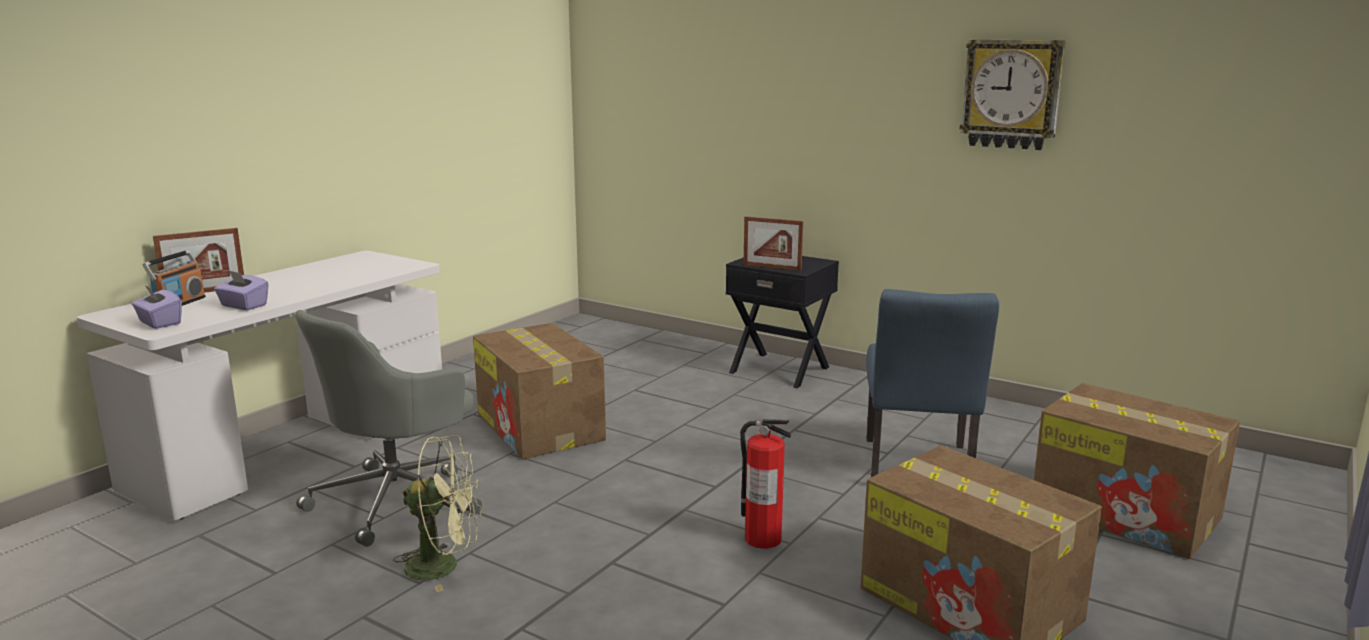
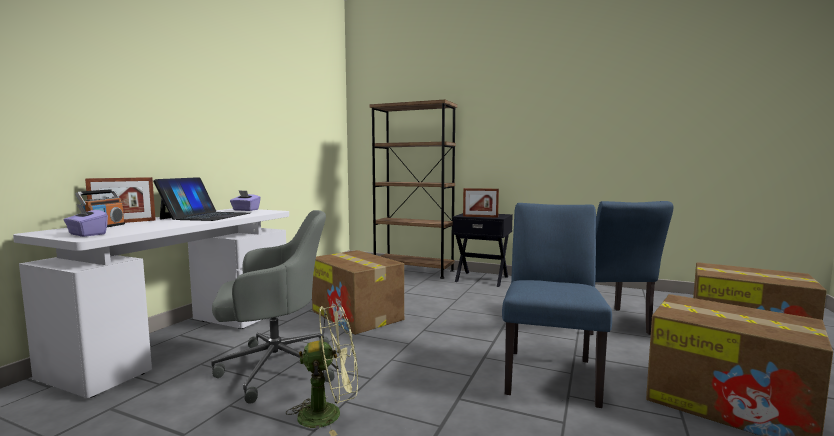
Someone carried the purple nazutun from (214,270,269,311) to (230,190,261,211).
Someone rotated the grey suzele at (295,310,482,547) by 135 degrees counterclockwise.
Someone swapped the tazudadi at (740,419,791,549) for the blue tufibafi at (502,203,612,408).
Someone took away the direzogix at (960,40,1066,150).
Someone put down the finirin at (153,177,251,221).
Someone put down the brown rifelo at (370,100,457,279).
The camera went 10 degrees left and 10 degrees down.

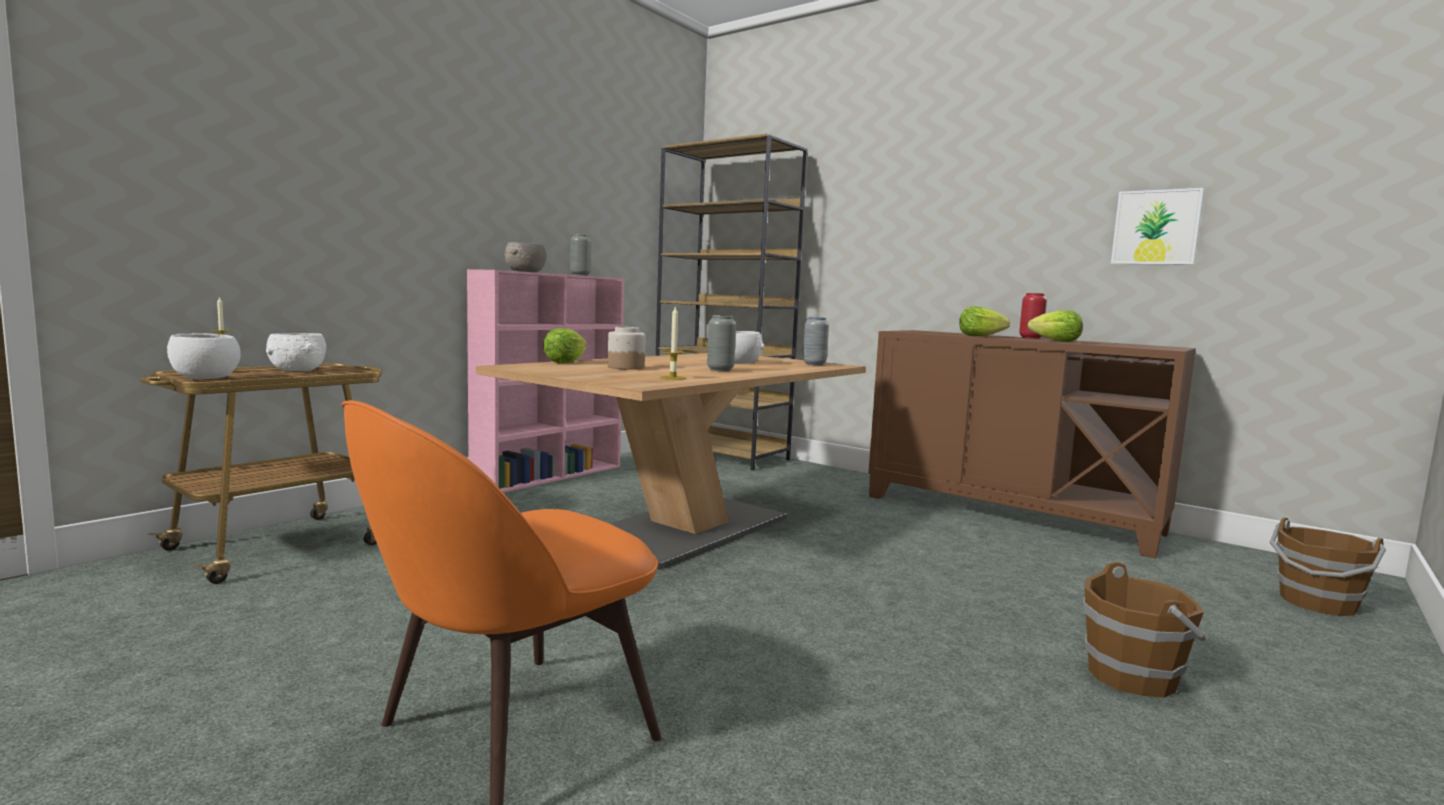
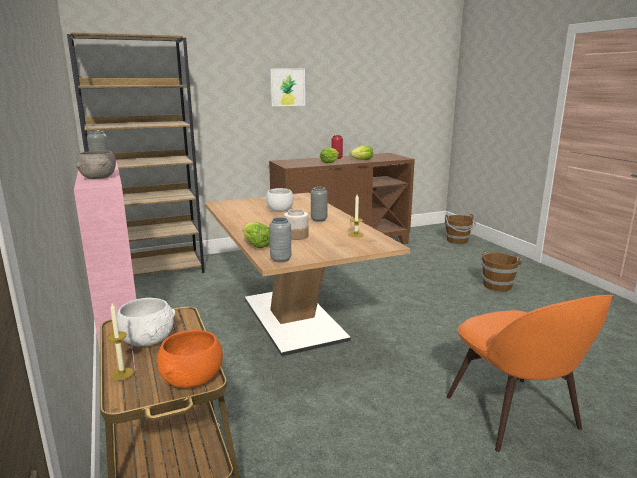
Someone repainted the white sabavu at (167,333,241,379), which became the orange sabavu at (157,330,223,388).
Someone carried the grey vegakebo from (803,317,829,365) to (269,217,291,263).
Someone carried the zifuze from (1111,188,1204,264) to (270,68,305,106).
The camera went 60 degrees left and 10 degrees up.

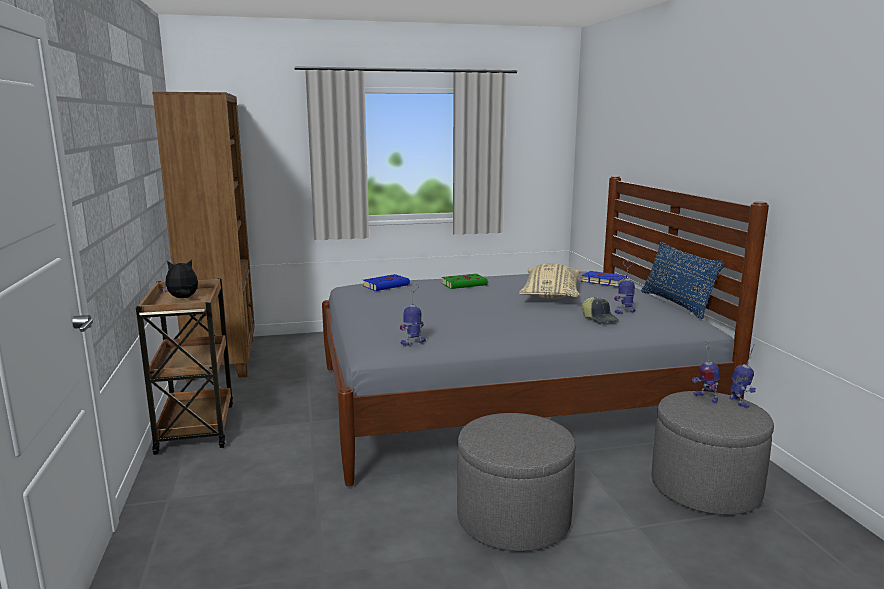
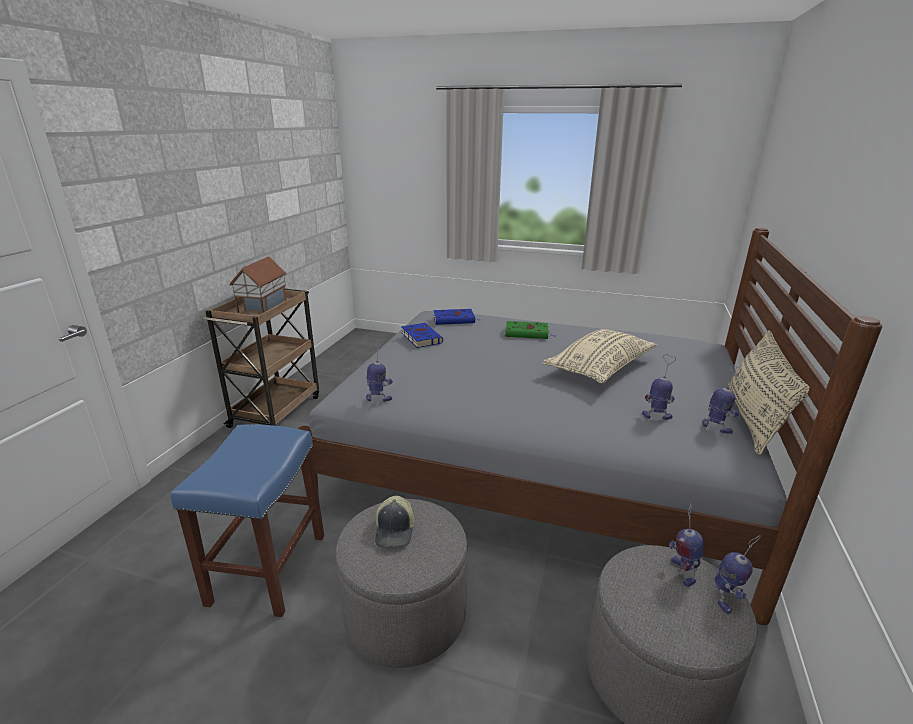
Someone took away the brown rifelo at (152,92,255,382).
Someone swapped the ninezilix at (162,259,198,298) for the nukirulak at (229,256,287,313).
Someone carried the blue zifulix from (580,271,627,287) to (401,323,443,348).
Someone carried the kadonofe from (582,297,619,324) to (375,496,414,547).
Someone repainted the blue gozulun at (641,242,723,319), which became the beige gozulun at (728,330,809,455).
Someone put down the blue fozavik at (171,424,324,617).
Someone put down the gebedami at (702,365,741,434).
The camera went 30 degrees right and 10 degrees up.

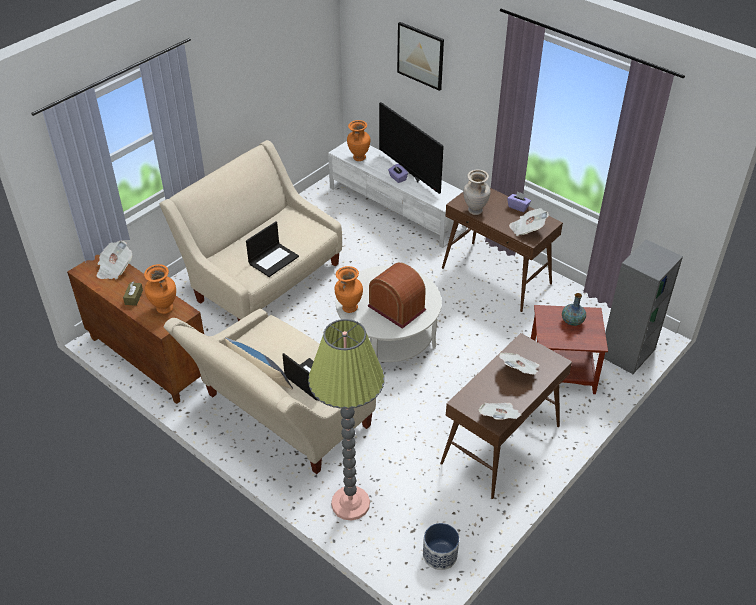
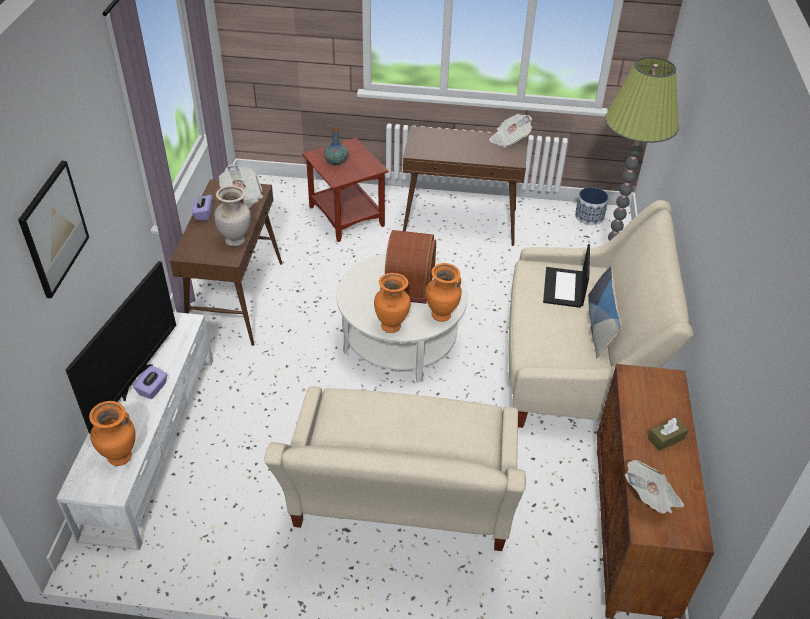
Someone carried the orange vegakebo from (144,264,176,314) to (374,273,411,333).
Someone took away the finirin at (246,222,299,277).
Someone took away the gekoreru at (499,353,540,375).
Someone took away the grey rifelo at (604,239,683,374).
The camera went 125 degrees left and 0 degrees up.

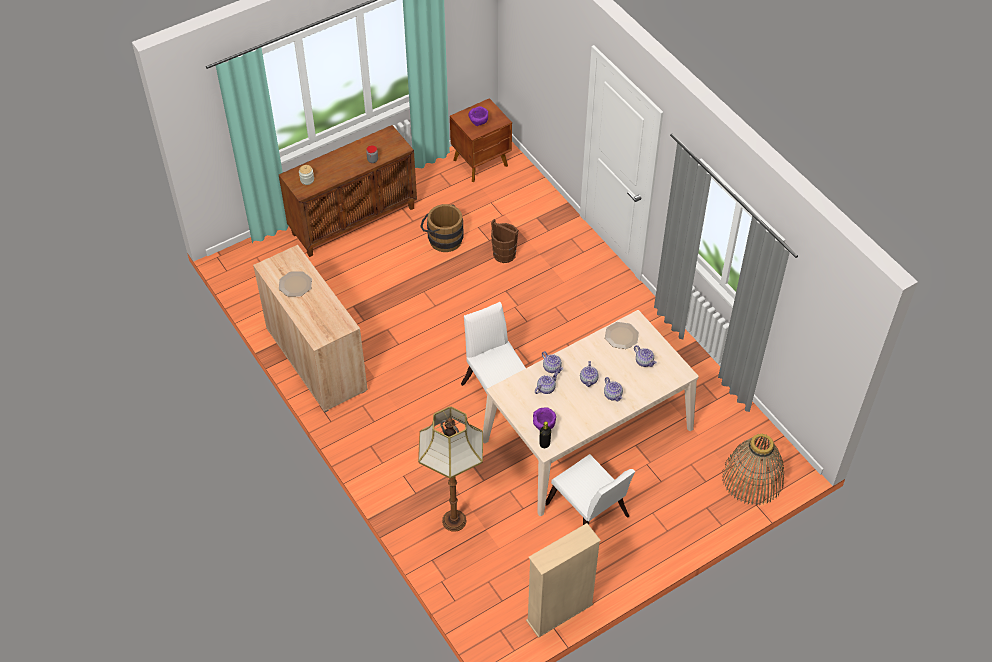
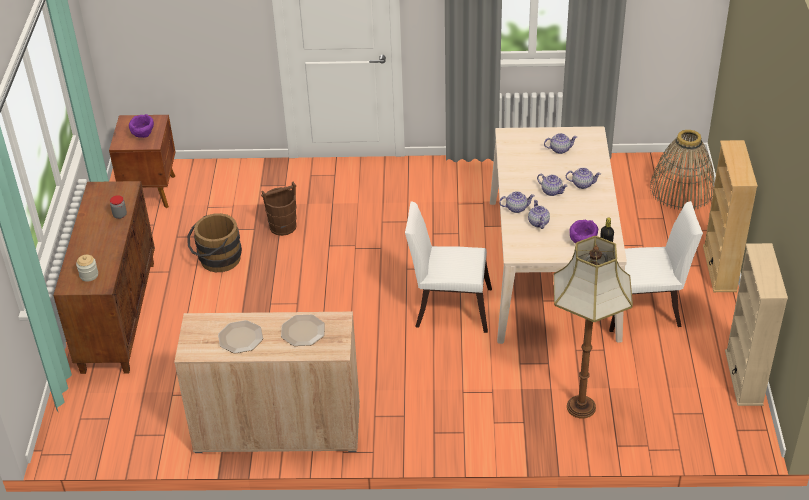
Someone carried the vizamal from (605,322,639,349) to (281,315,325,346).
Someone put down the beige rifelo at (703,140,758,292).
The camera went 55 degrees left and 10 degrees down.

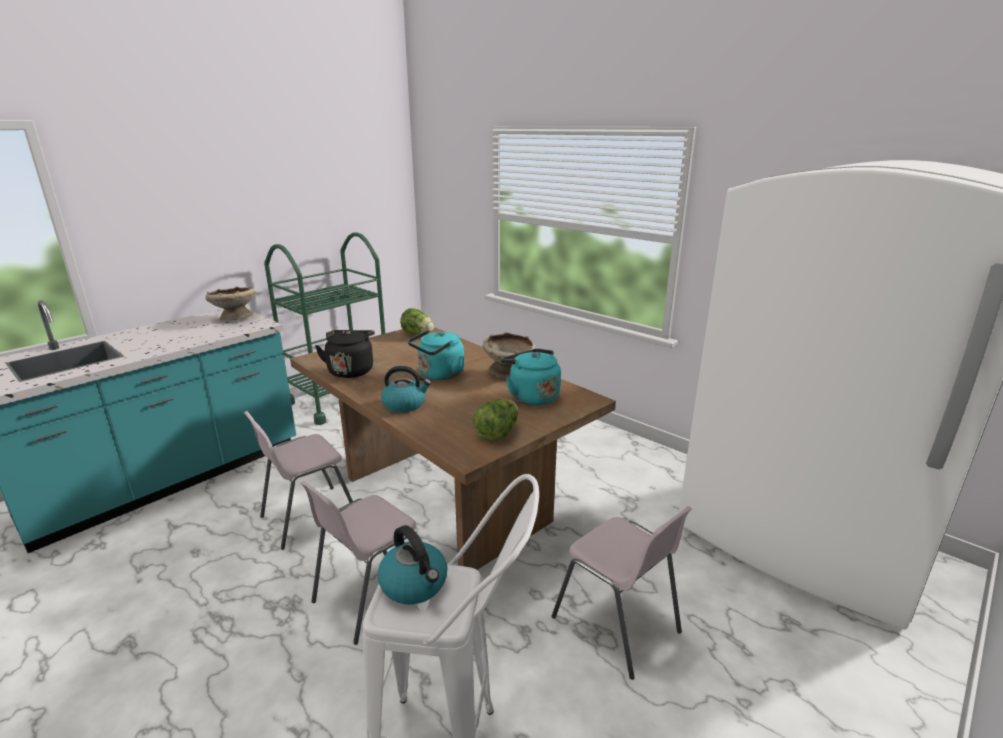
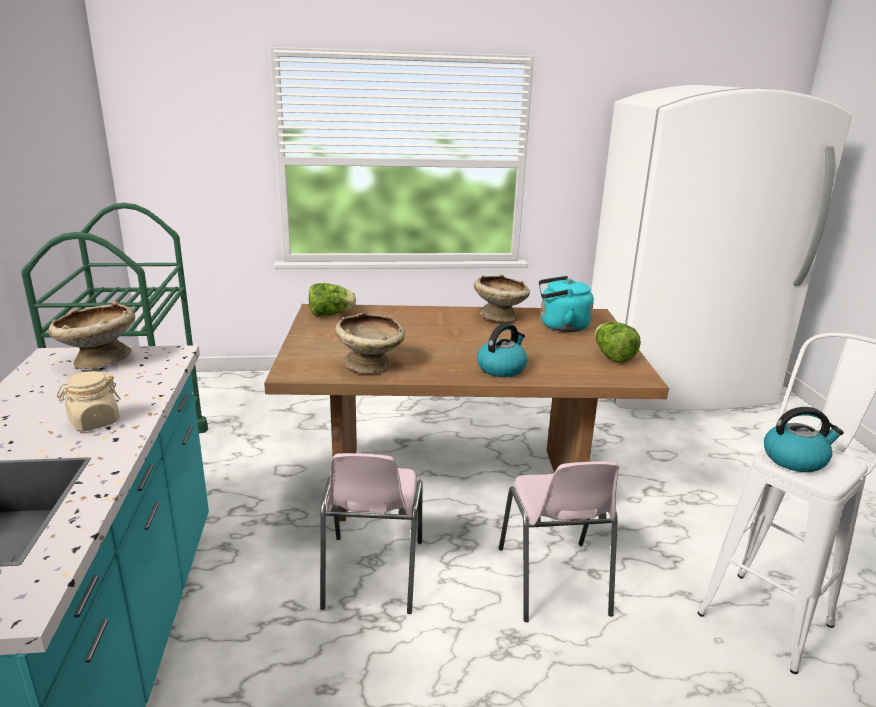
Someone swapped the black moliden at (315,330,375,378) for the beige sabavu at (335,313,405,374).
Someone took away the turquoise moliden at (408,330,464,380).
Someone took away the pink tufibafi at (552,506,692,680).
Someone put down the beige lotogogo at (57,371,121,431).
The camera went 50 degrees left and 0 degrees up.

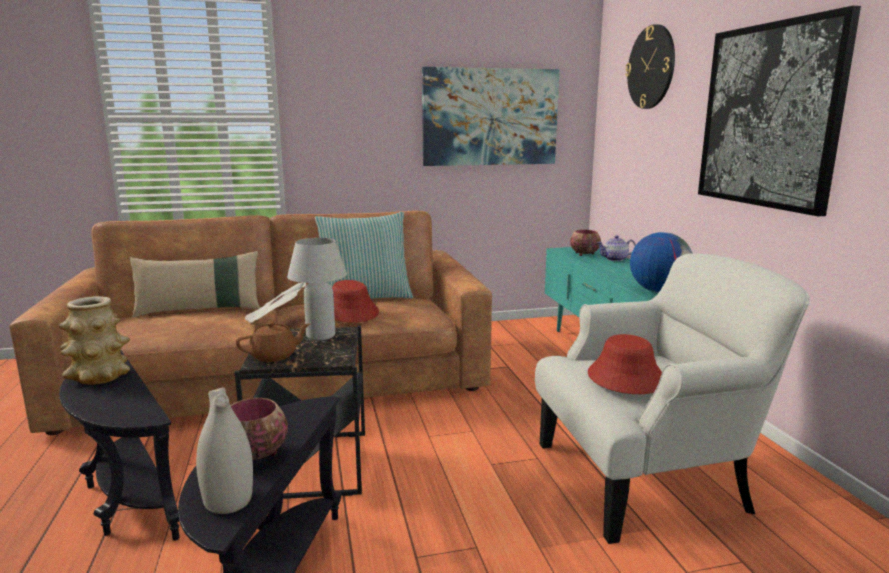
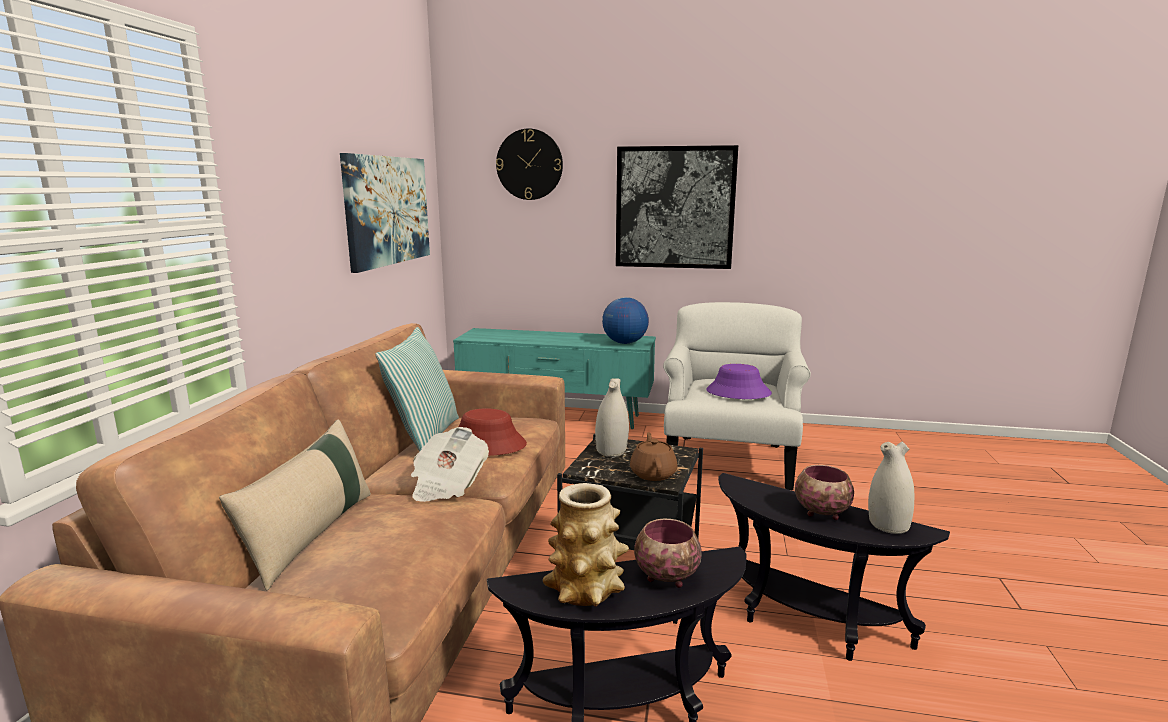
Someone swapped the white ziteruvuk at (287,238,347,341) for the white vegakebo at (595,378,629,457).
Someone carried the sabavu from (570,230,601,256) to (634,519,702,588).
Someone repainted the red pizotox at (588,334,662,394), which became the purple pizotox at (706,364,772,399).
Someone took away the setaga at (597,235,636,261).
The camera went 65 degrees left and 0 degrees up.

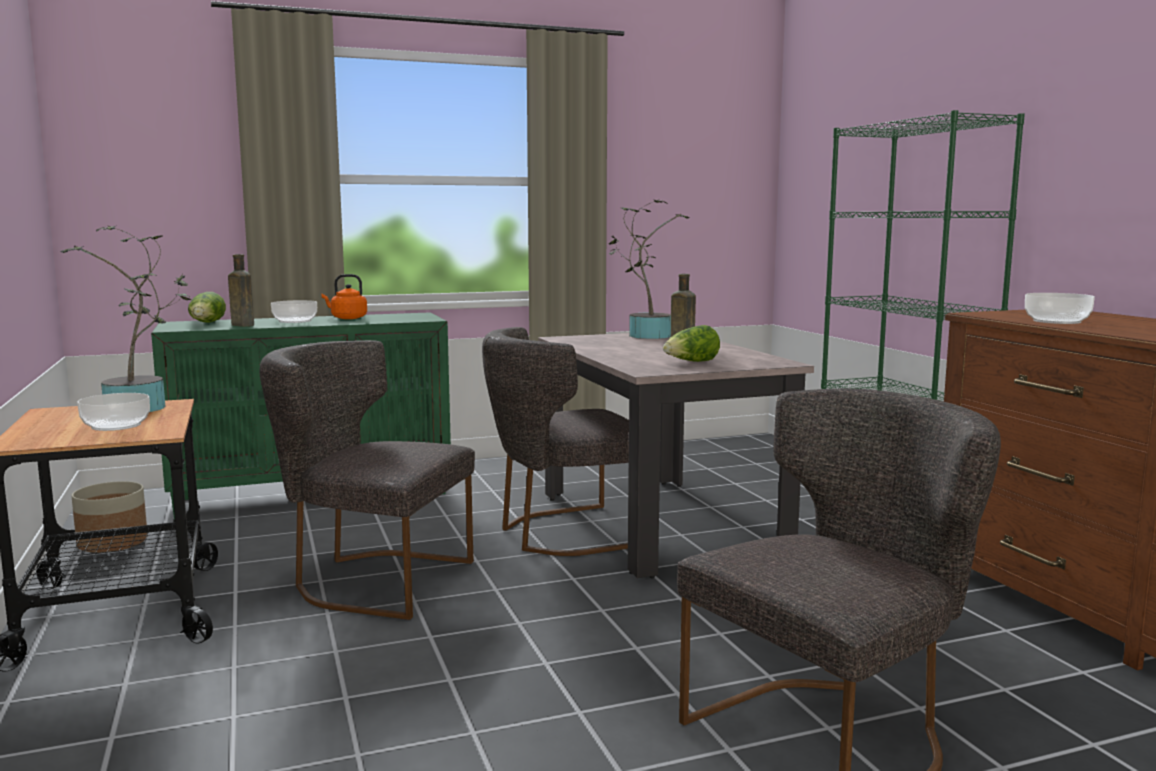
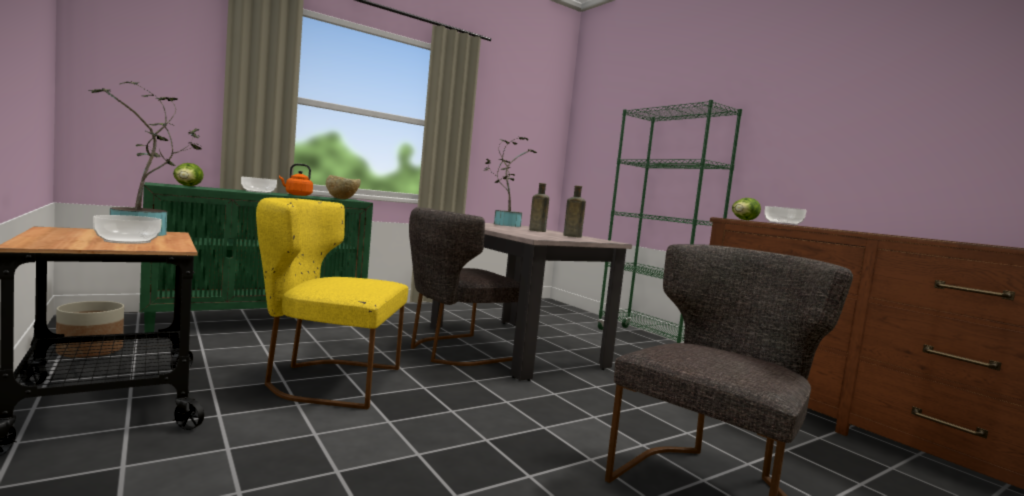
Someone carried the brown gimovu from (228,254,254,327) to (563,186,586,238).
Someone repainted the grey tufibafi at (259,340,475,620), which became the yellow tufibafi at (256,198,408,409).
Someone carried the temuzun from (663,325,720,362) to (732,198,761,220).
Someone put down the beige sabavu at (326,175,361,199).
The camera went 15 degrees left and 5 degrees down.

